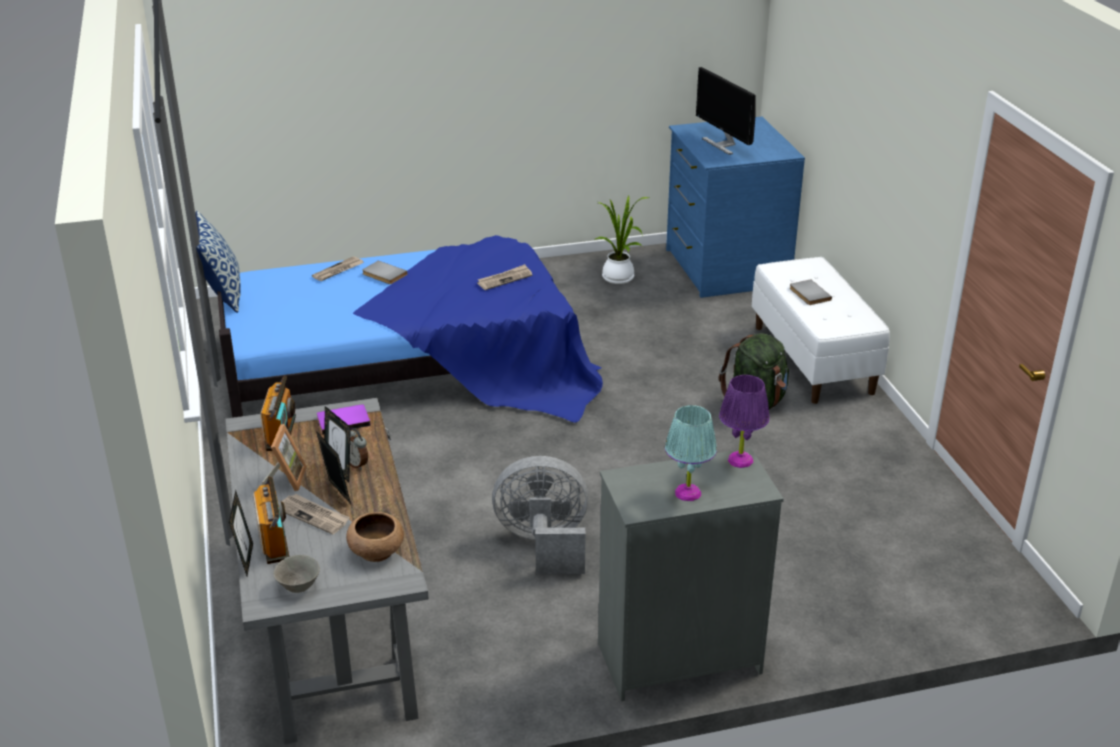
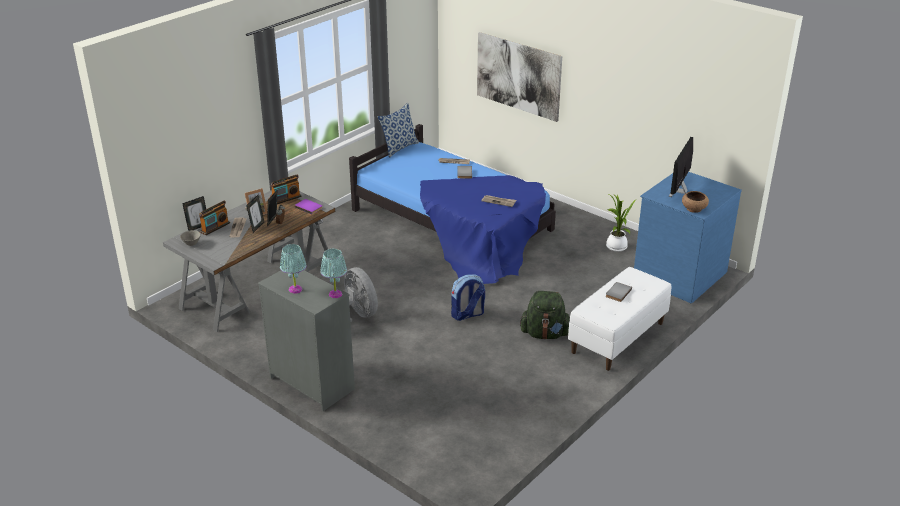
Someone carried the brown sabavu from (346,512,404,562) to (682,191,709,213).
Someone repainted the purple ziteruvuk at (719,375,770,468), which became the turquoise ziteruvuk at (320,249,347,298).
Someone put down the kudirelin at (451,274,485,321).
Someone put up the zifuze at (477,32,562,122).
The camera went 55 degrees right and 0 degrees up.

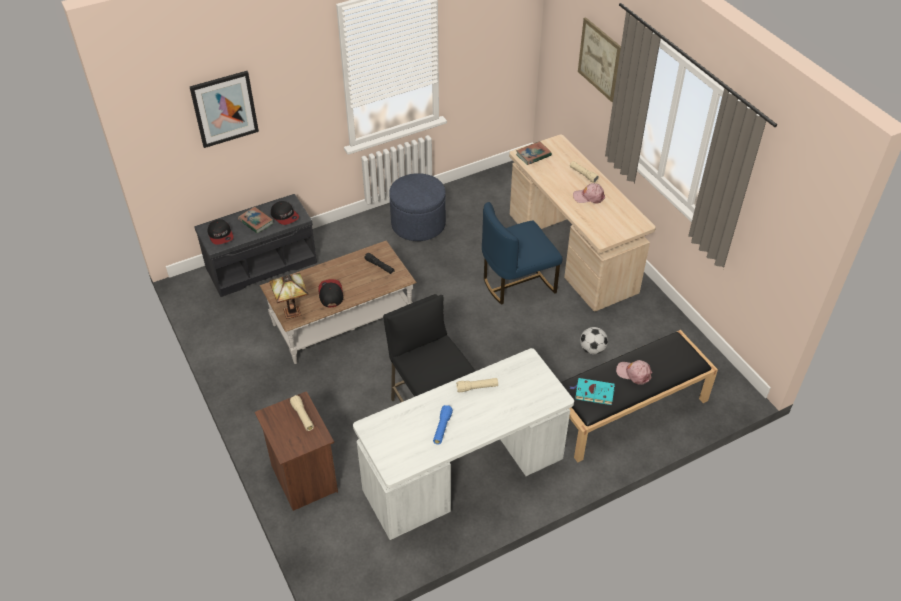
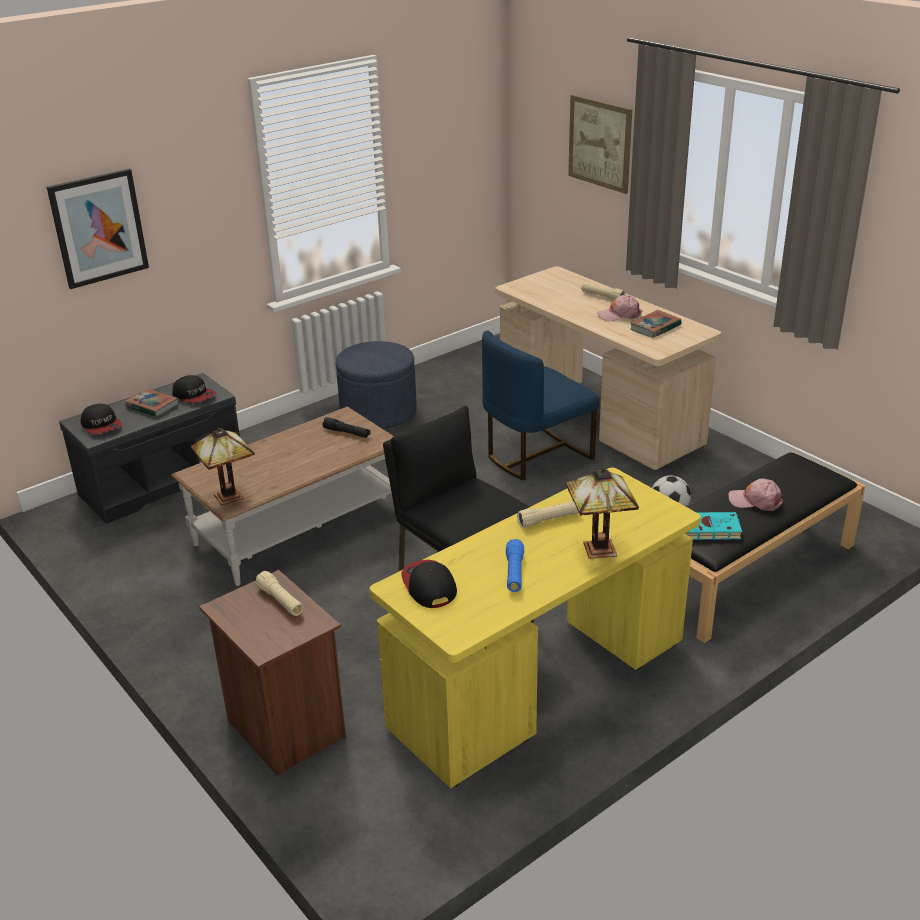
Someone carried the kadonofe from (318,279,343,308) to (402,560,457,608).
Someone repainted the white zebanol at (353,348,574,540), which became the yellow zebanol at (370,467,701,789).
Someone carried the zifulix from (516,141,552,165) to (630,310,682,338).
Someone put down the ziteruvuk at (565,468,639,559).
The camera went 10 degrees left and 15 degrees down.

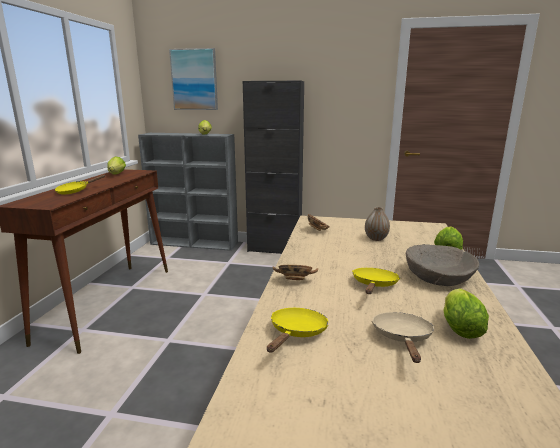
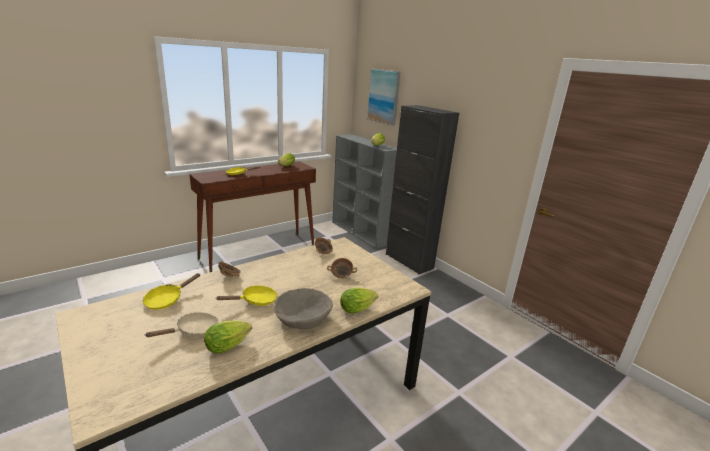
Someone rotated the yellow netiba at (267,308,328,352) by 150 degrees clockwise.
Someone swapped the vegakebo at (365,207,390,241) for the sabavu at (327,258,357,278).
The camera went 40 degrees right and 5 degrees up.

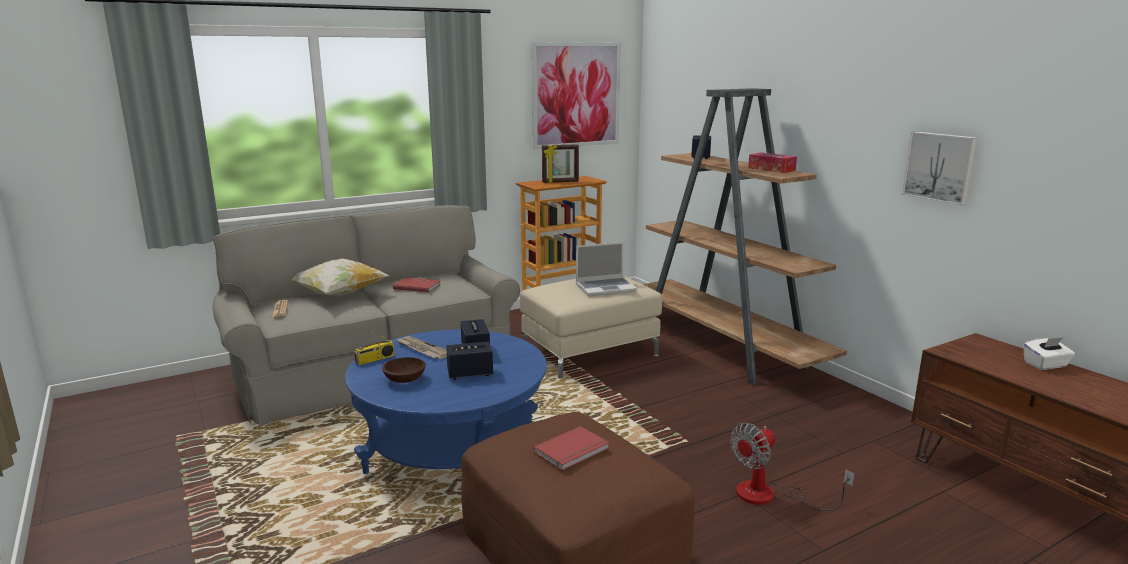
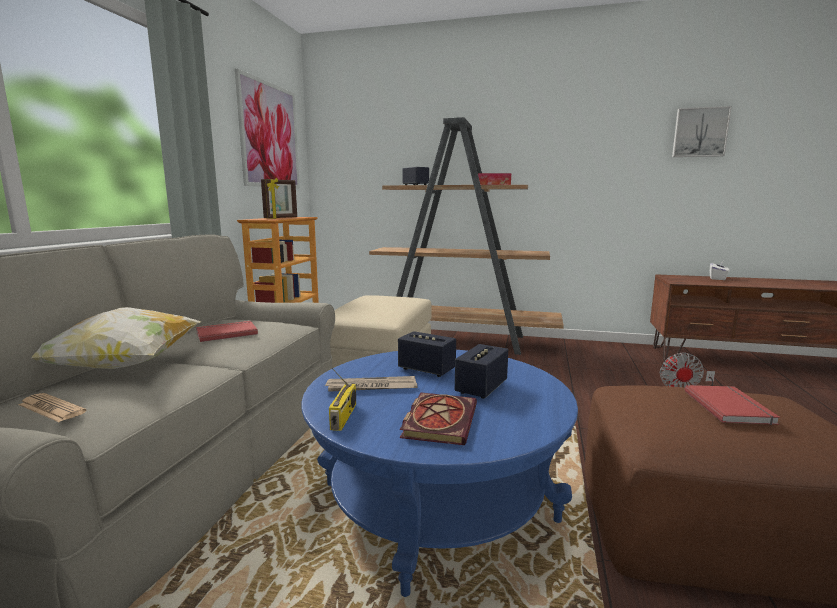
Someone swapped the brown sabavu at (382,357,426,383) for the zifulix at (400,393,477,445).
Someone took away the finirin at (576,242,637,296).
Someone carried the zifuze from (902,132,978,206) to (672,106,732,157).
The camera went 45 degrees left and 5 degrees down.

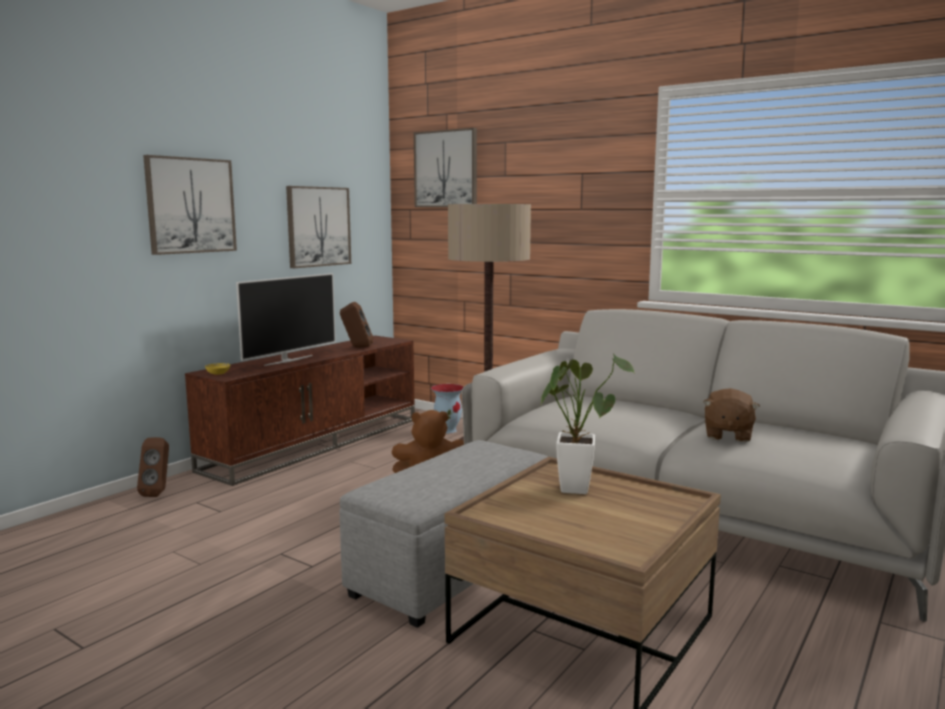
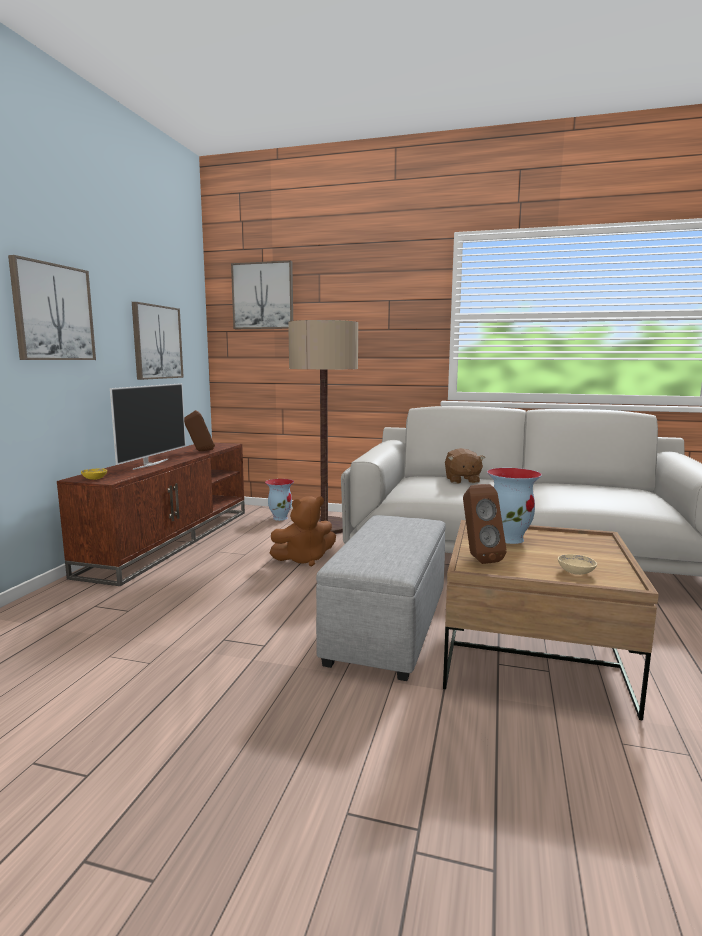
Someone carried the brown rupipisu from (137,437,169,497) to (463,484,507,564).
Someone swapped the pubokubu at (541,353,635,494) for the vegakebo at (487,468,542,544).
Someone carried the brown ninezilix from (703,388,760,442) to (445,448,485,484).
Someone put down the beige sabavu at (558,554,597,575).
The camera went 20 degrees left and 0 degrees up.

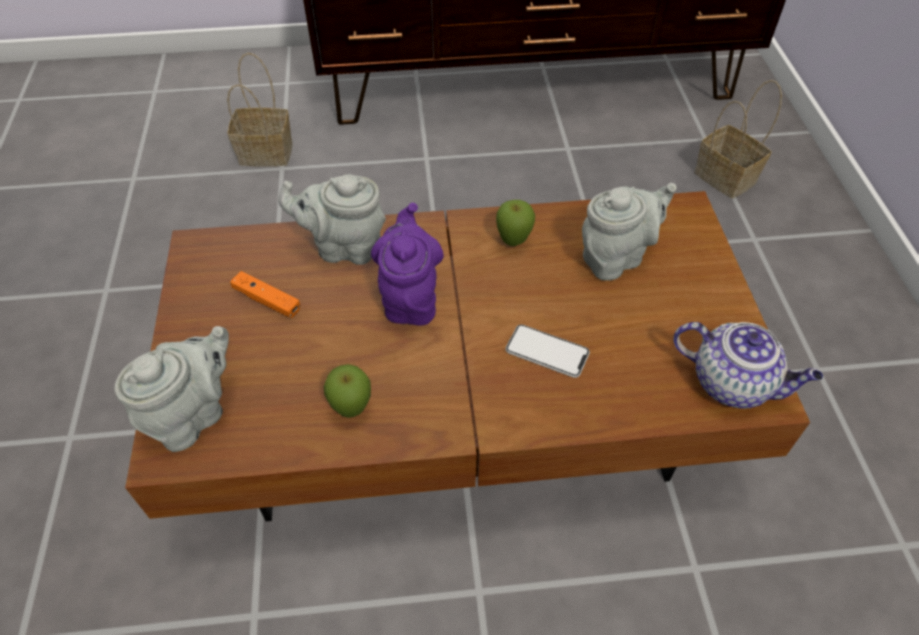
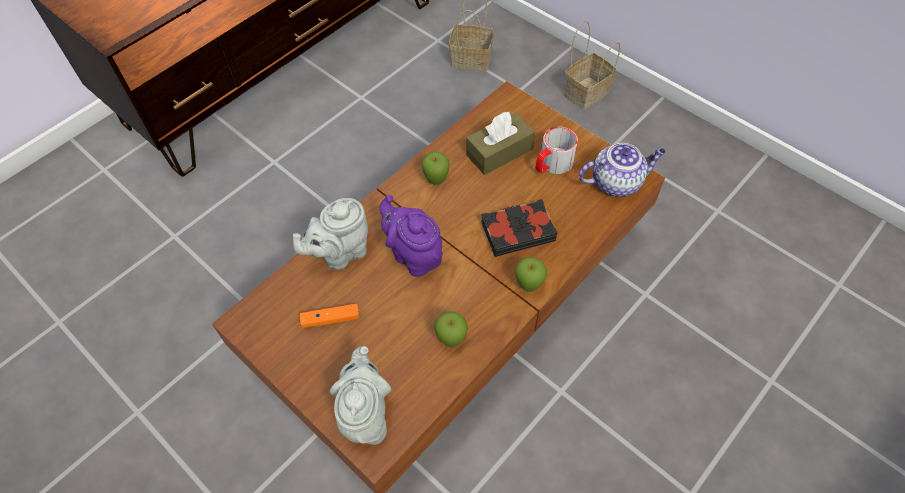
Someone carried the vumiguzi from (227,53,292,166) to (563,20,620,110).
Someone swapped the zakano at (505,324,590,378) for the black zifulix at (481,199,558,257).
Someone swapped the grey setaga at (582,183,676,281) for the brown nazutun at (466,112,535,175).
Someone put down the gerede at (515,257,547,292).
Someone put down the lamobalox at (536,127,578,174).
The camera went 40 degrees left and 5 degrees up.

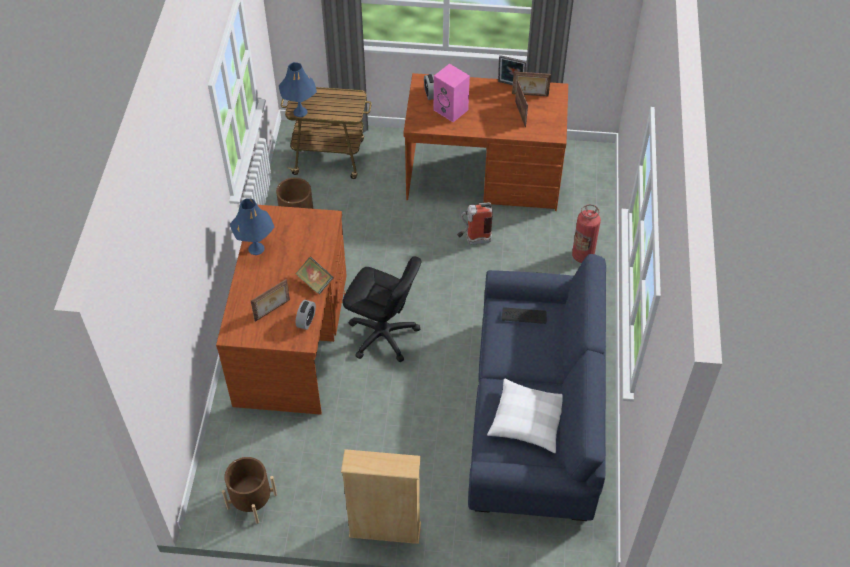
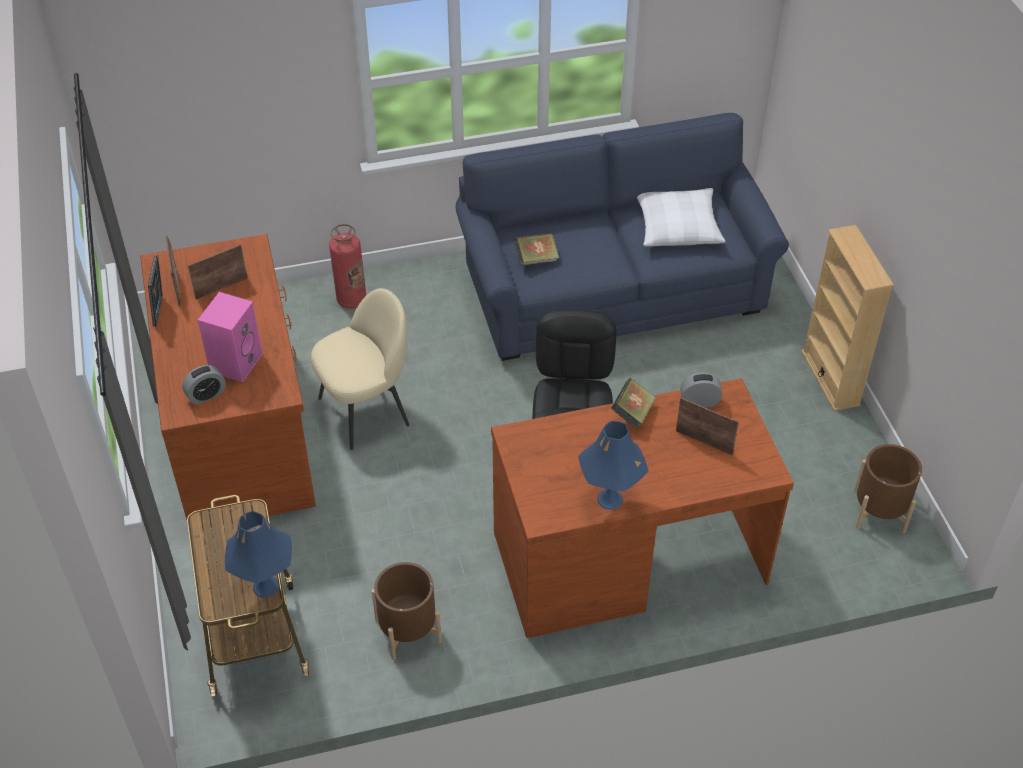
Someone swapped the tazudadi at (457,202,493,245) for the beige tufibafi at (311,288,409,450).
Someone swapped the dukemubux at (502,307,547,324) for the zifulix at (514,233,559,266).
The camera went 110 degrees left and 5 degrees down.

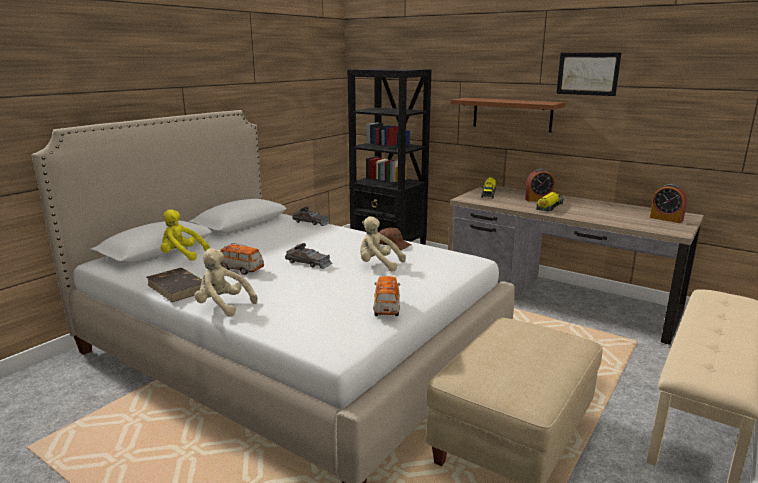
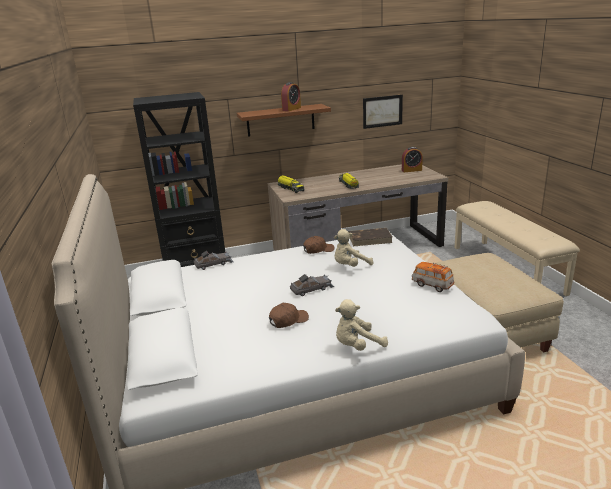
Someone carried the brown zifulix from (147,268,202,302) to (349,228,393,247).
Someone took away the yellow ninezilix at (161,209,210,261).
Someone swapped the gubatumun at (220,243,264,275) for the brown kadonofe at (269,303,309,328).
Someone carried the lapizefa from (525,168,555,202) to (281,82,301,111).
Someone carried the zifuze from (556,53,621,96) to (363,95,403,129).
The camera went 50 degrees left and 5 degrees up.

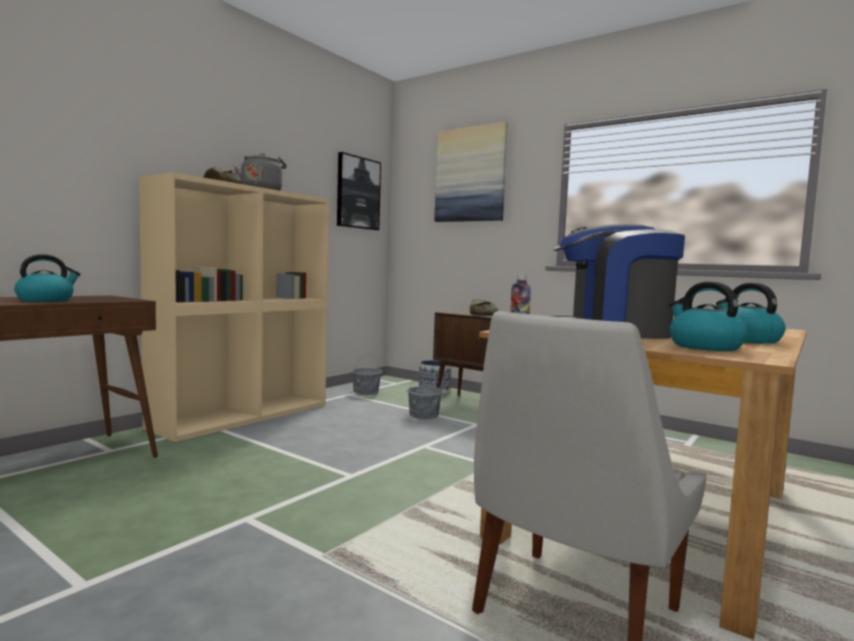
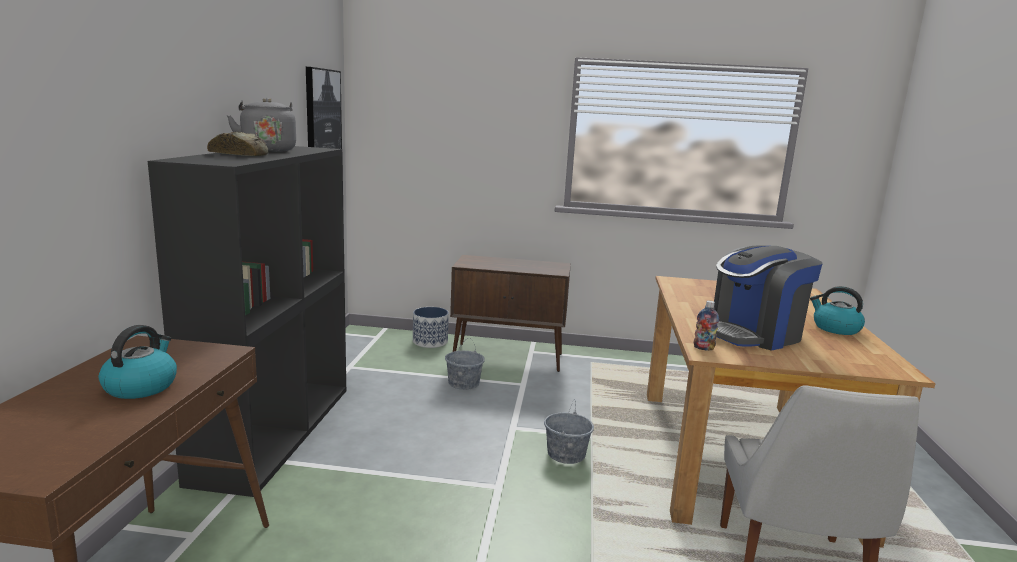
Someone repainted the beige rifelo at (139,172,329,442), which became the black rifelo at (148,146,346,497).
Someone carried the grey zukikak from (351,354,382,395) to (544,399,594,464).
Someone took away the zifuze at (434,122,508,222).
Someone took away the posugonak at (470,300,498,315).
Someone took away the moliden at (669,281,747,351).
The camera went 30 degrees left and 10 degrees up.

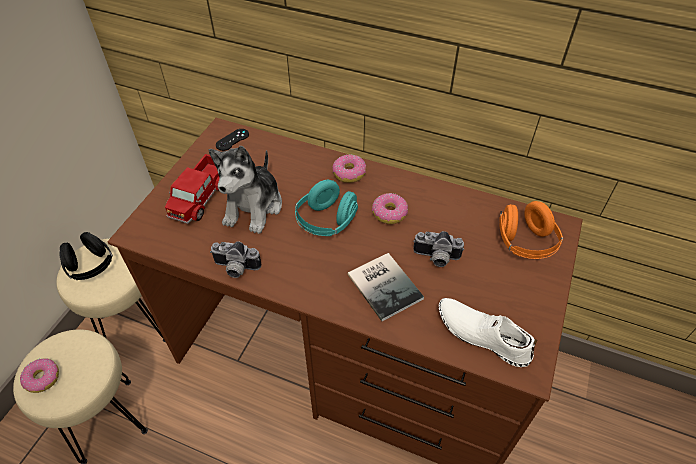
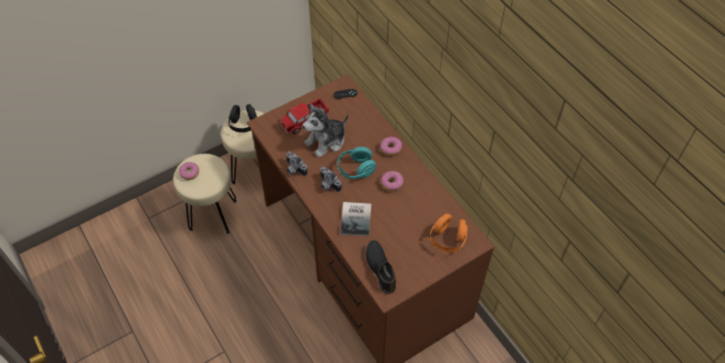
Someone carried the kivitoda from (413,231,464,267) to (320,167,342,192).
Someone repainted the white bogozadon at (439,298,537,367), which became the black bogozadon at (366,240,396,294).
The camera went 35 degrees right and 5 degrees up.

